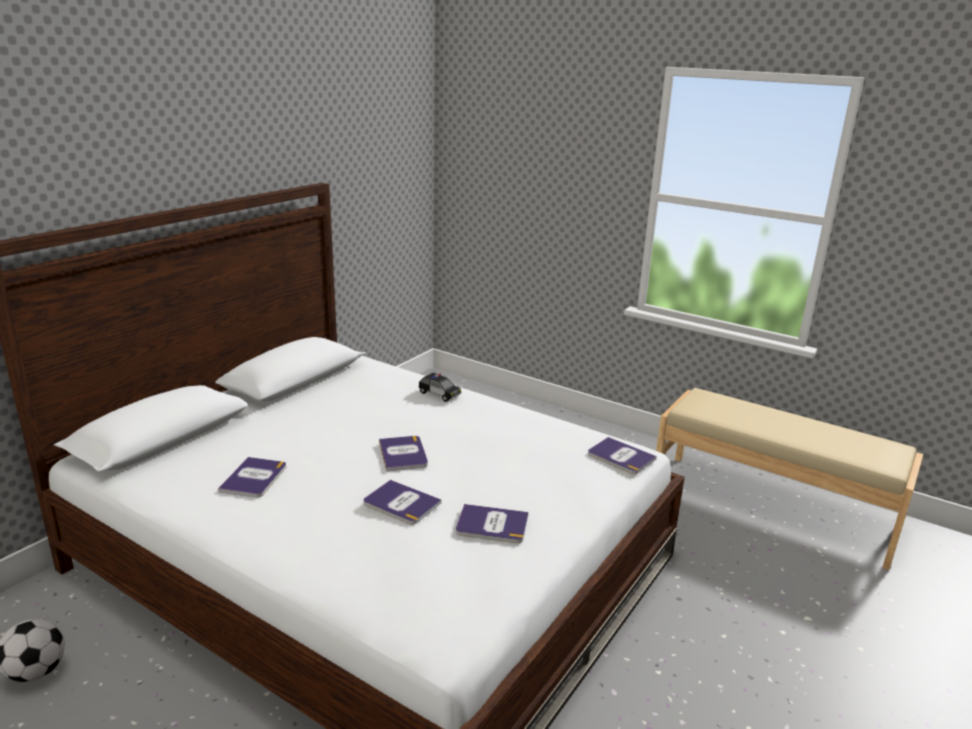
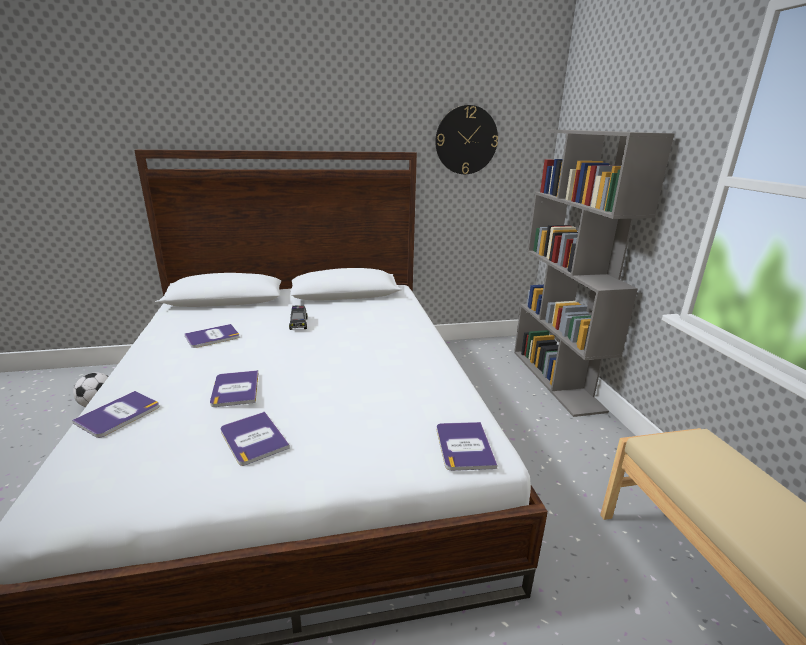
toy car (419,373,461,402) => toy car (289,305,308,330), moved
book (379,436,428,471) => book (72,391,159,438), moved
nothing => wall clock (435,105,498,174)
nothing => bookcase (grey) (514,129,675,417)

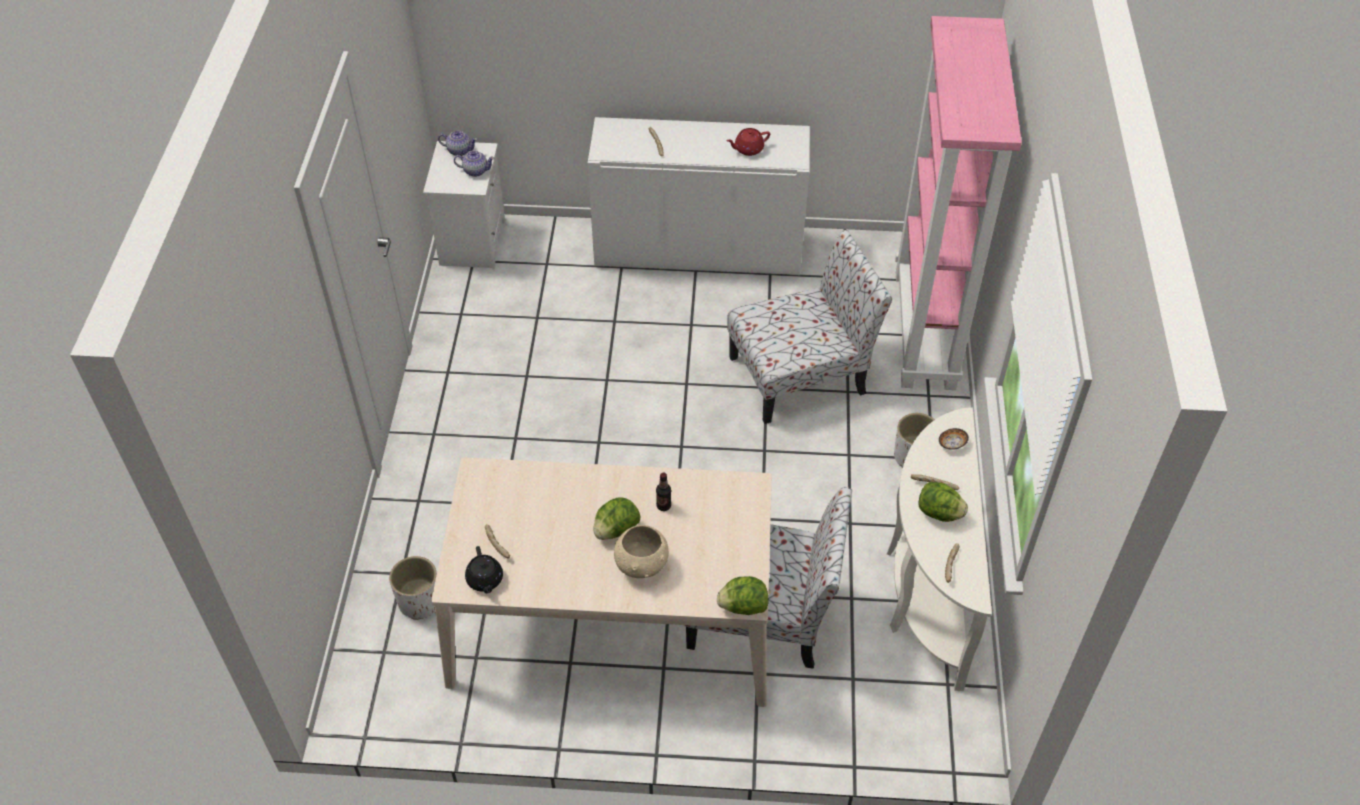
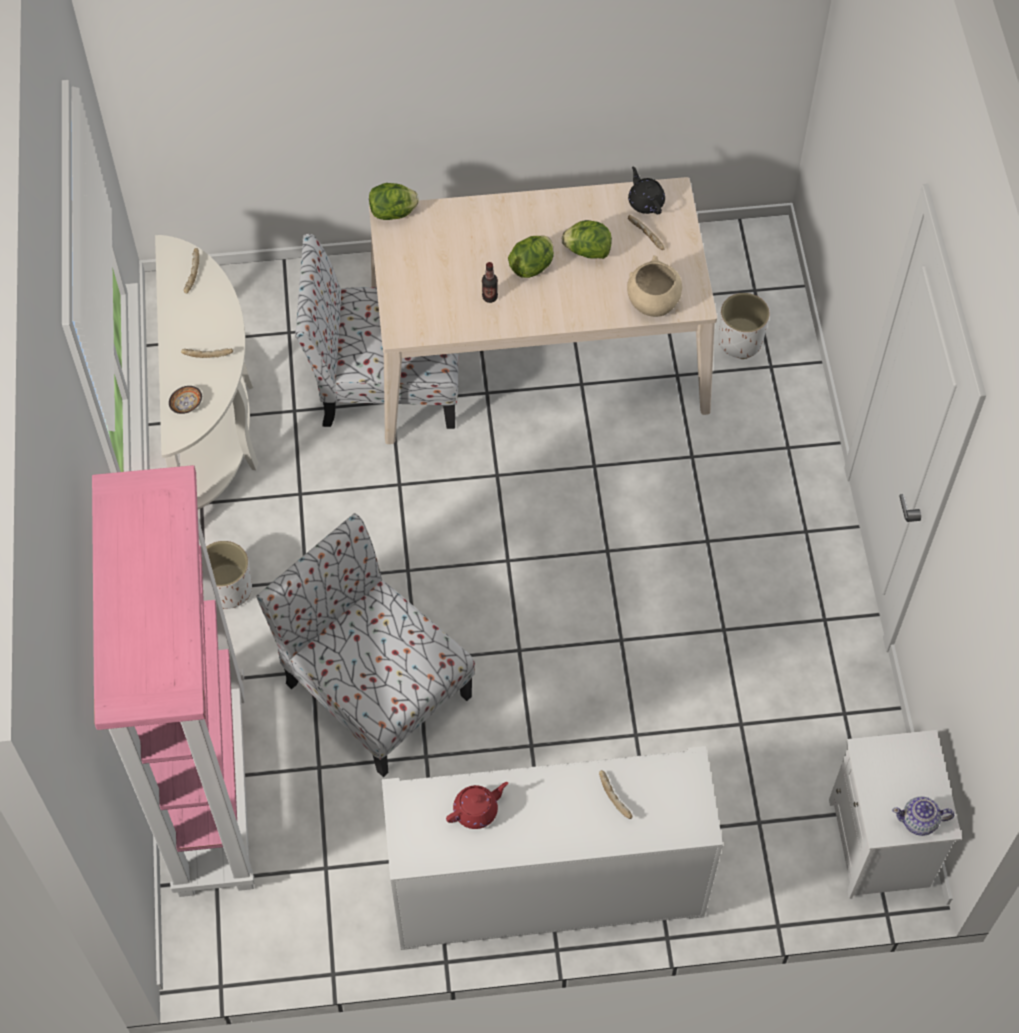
teapot (454,151,495,177) => nothing
chair (727,230,892,424) => chair (256,513,475,777), 75 degrees clockwise
lettuce (918,482,968,522) => lettuce (562,220,612,259), moved
bowl (beige) (614,525,669,578) => bowl (beige) (627,255,682,317), moved

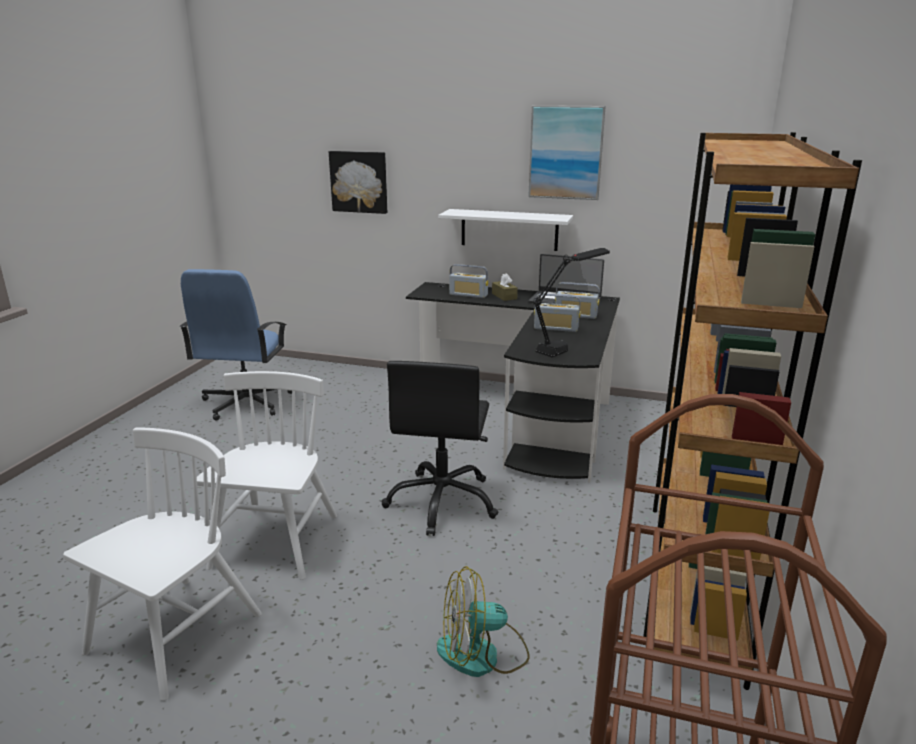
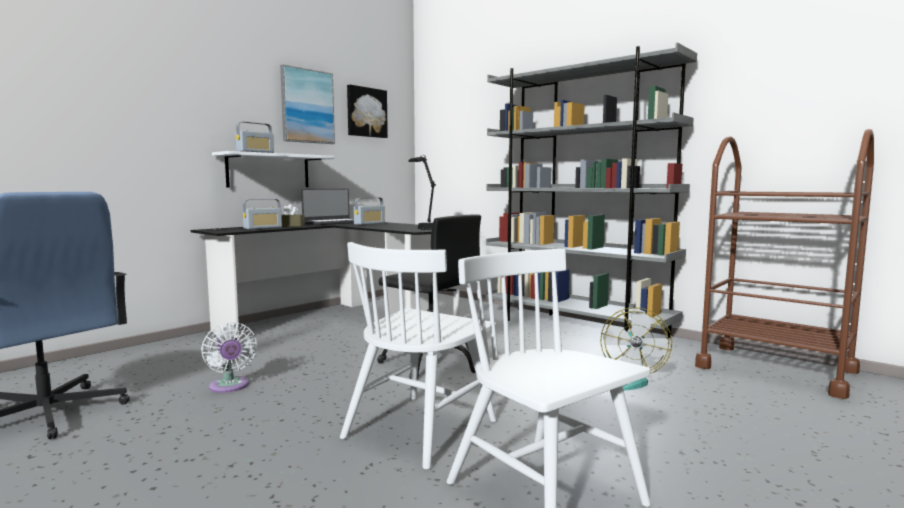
bookcase (brown) (643,132,862,690) => bookcase (grey) (486,43,697,338)
picture (329,151,387,214) => picture (347,85,388,138), moved
radio (534,293,581,332) => radio (235,122,274,153), moved
chair (white) (197,371,337,580) => chair (white) (340,242,497,470), 90 degrees counterclockwise
nothing => fan (white) (201,322,257,393)

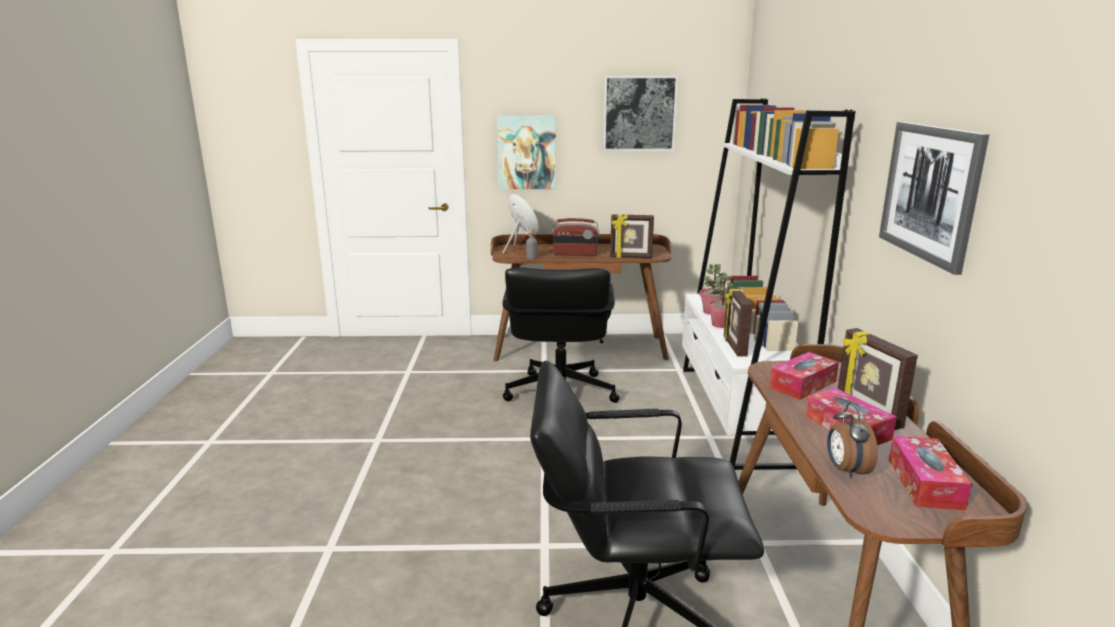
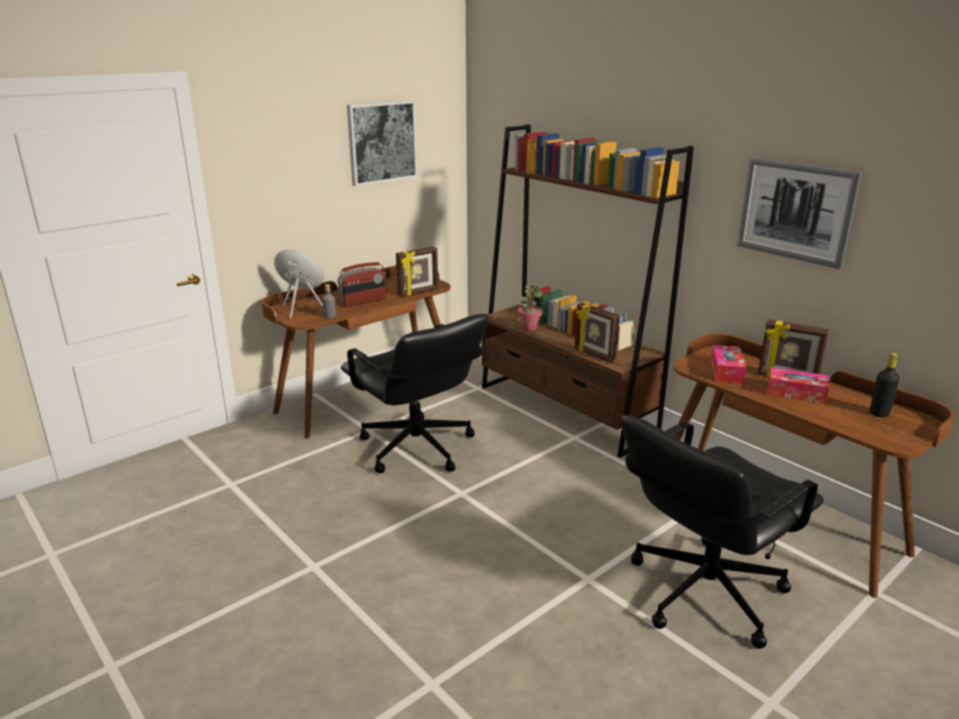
bookcase (white) (682,99,856,470) => bookcase (brown) (482,124,694,458)
picture (497,115,556,189) => nothing
potted plant (708,274,733,328) => nothing
alarm clock (827,403,878,478) => nothing
tissue box (889,436,972,511) => bottle (black) (870,353,900,417)

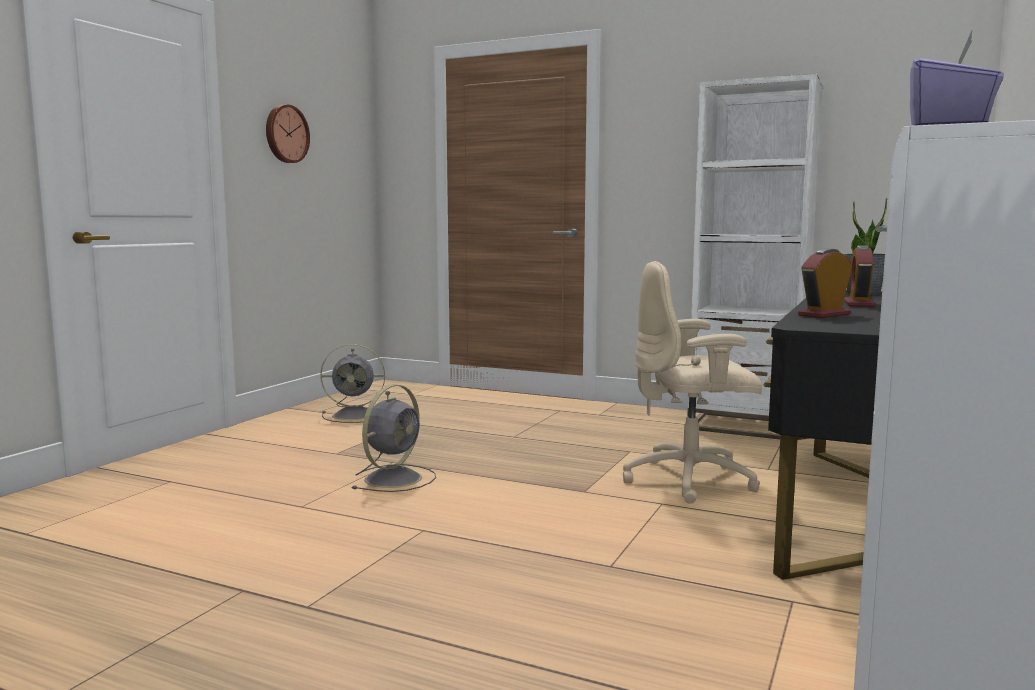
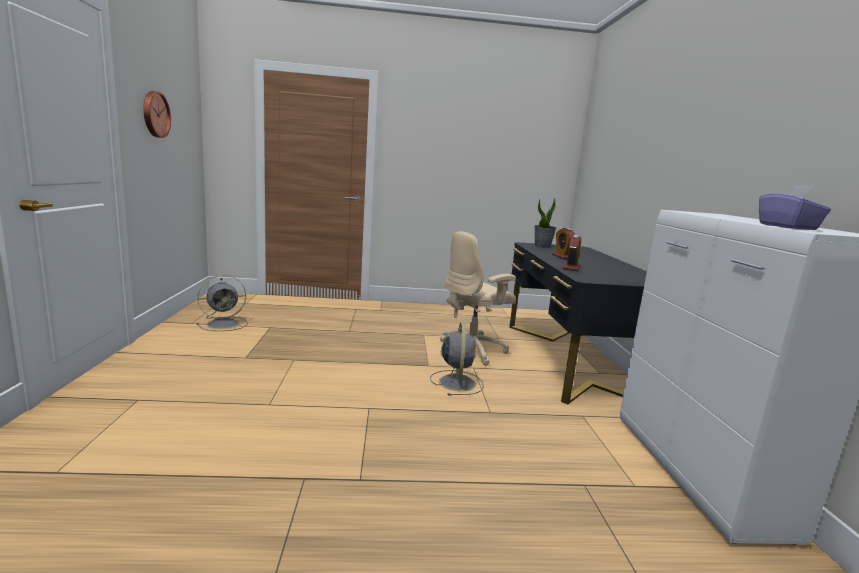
bookcase (white) (687,74,823,439) => nothing
fan (grey) (351,385,436,492) => fan (grey) (430,322,484,396), moved

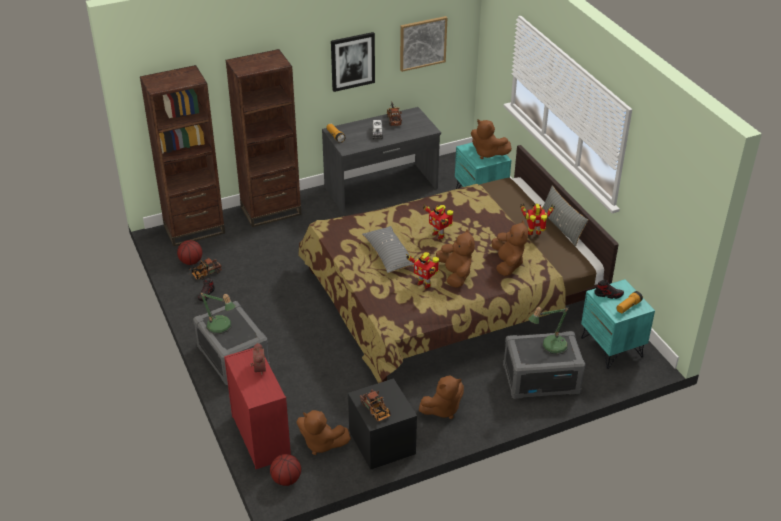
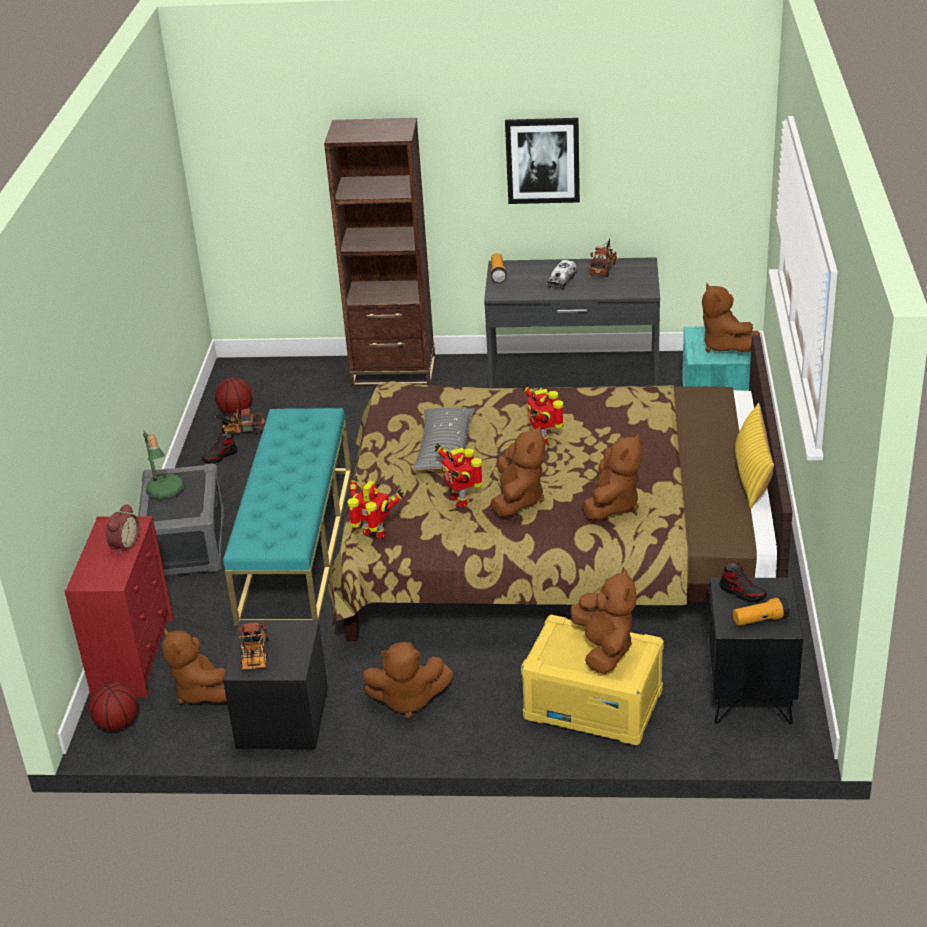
picture (400,16,447,72) => nothing
bookcase (brown) (140,65,225,247) => nothing
pillow (grey) (543,186,588,247) => pillow (yellow) (735,403,774,509)
toy robot (520,203,555,235) => toy robot (347,476,404,539), moved
nightstand (turquoise) (581,279,655,369) => nightstand (black) (707,578,803,724)
table lamp (528,307,569,355) => plush toy (brown) (570,567,636,674)
storage box (grey) (503,331,585,399) => storage box (yellow) (521,615,664,746)
nothing => bench (turquoise) (223,408,351,626)

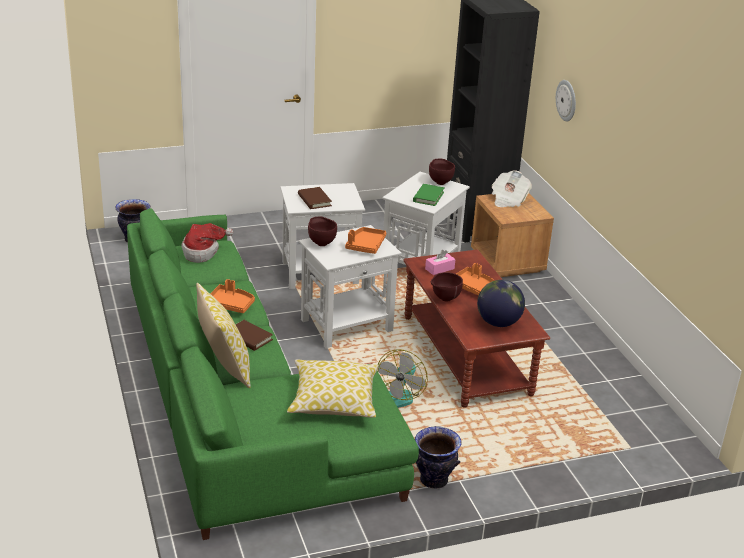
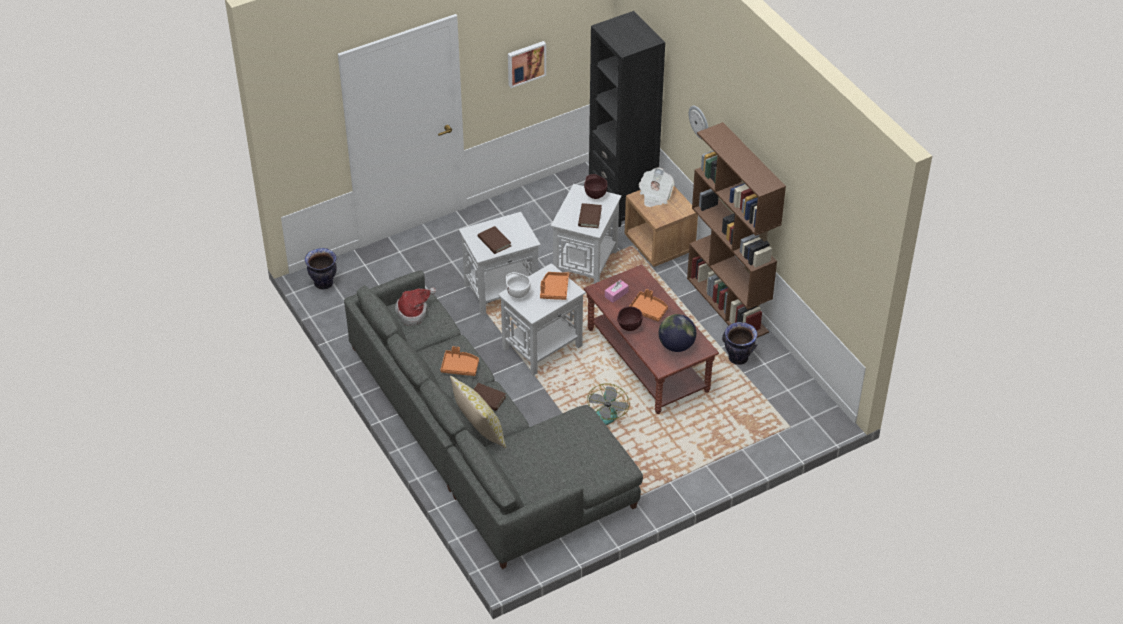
book (green) (413,184,444,206) => book (brown) (578,203,602,228)
sofa (green) (127,208,419,540) => sofa (grey) (344,270,643,569)
bowl (brown) (308,217,337,246) => bowl (white) (506,272,531,298)
pillow (287,359,378,418) => nothing
vase (415,426,462,489) => vase (722,322,758,365), moved
nothing => picture (508,41,546,88)
nothing => bookcase (brown) (687,122,786,338)

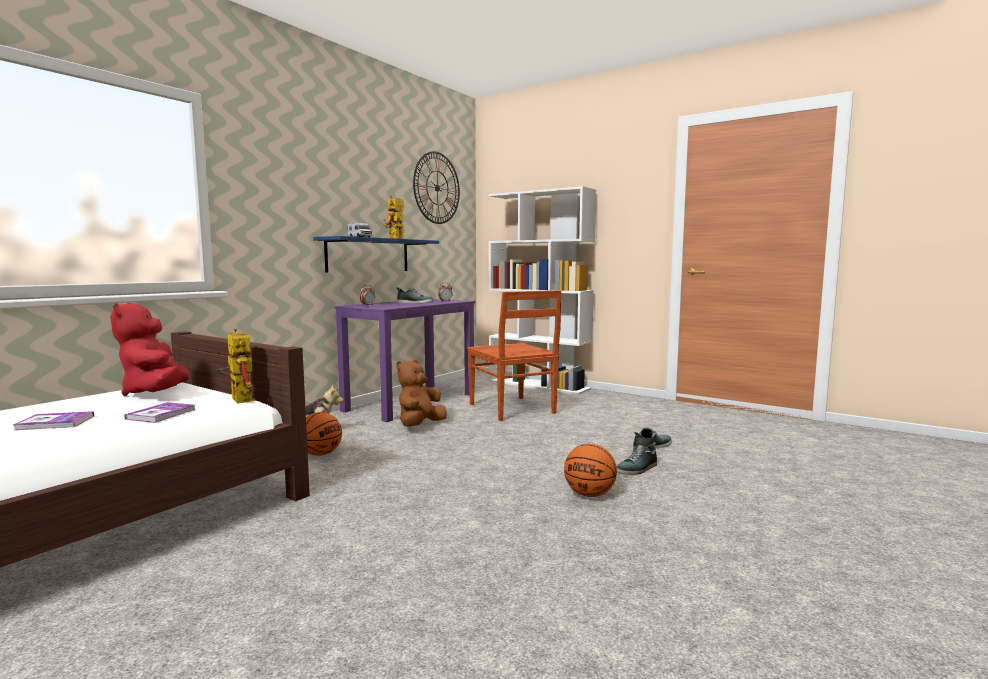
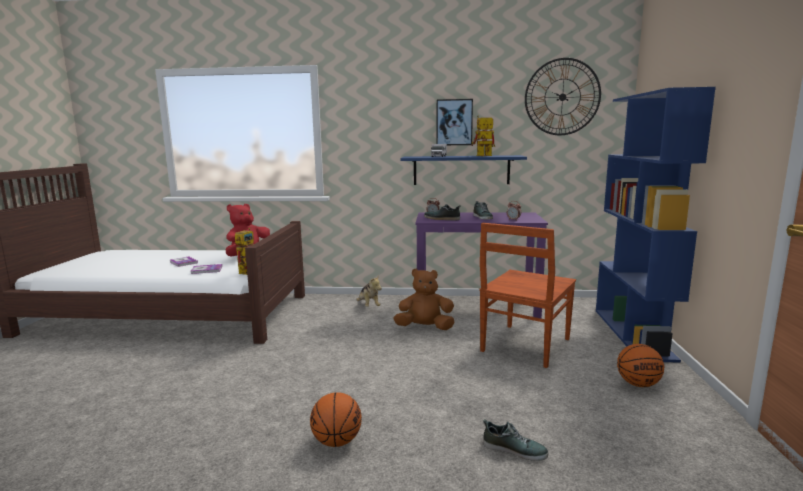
bookcase (white) (489,186,596,395) => bookcase (blue) (596,87,716,363)
basketball (306,412,342,456) => basketball (617,344,664,387), moved
shoe (617,442,657,475) => shoe (424,204,461,220), moved
nothing => picture (437,99,473,145)

